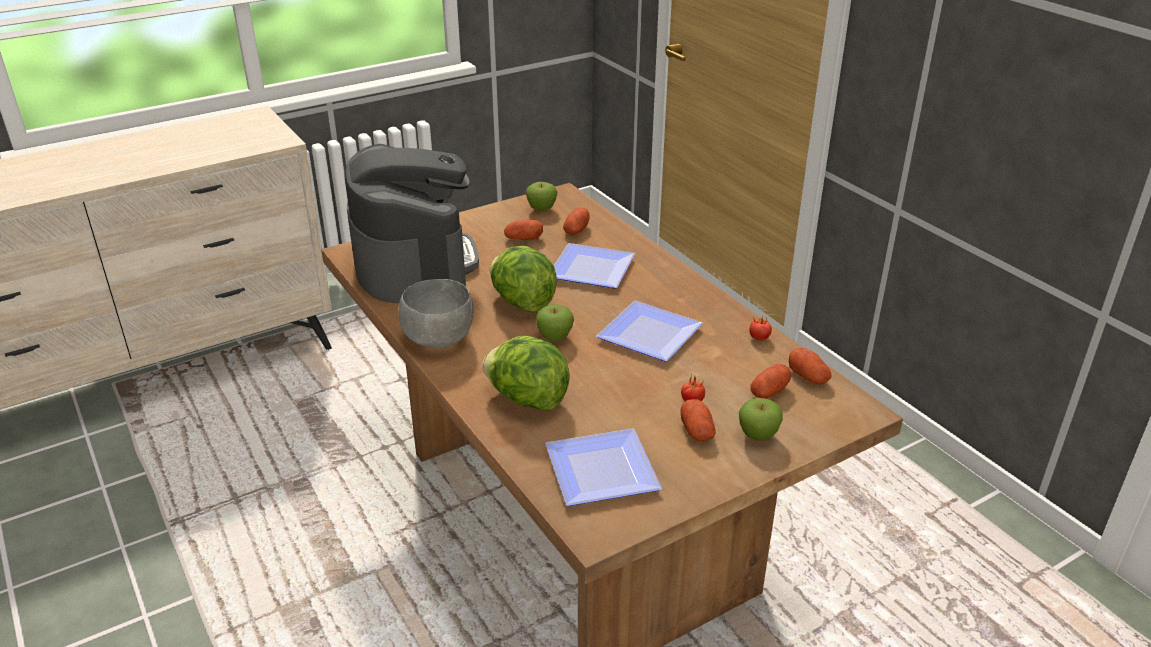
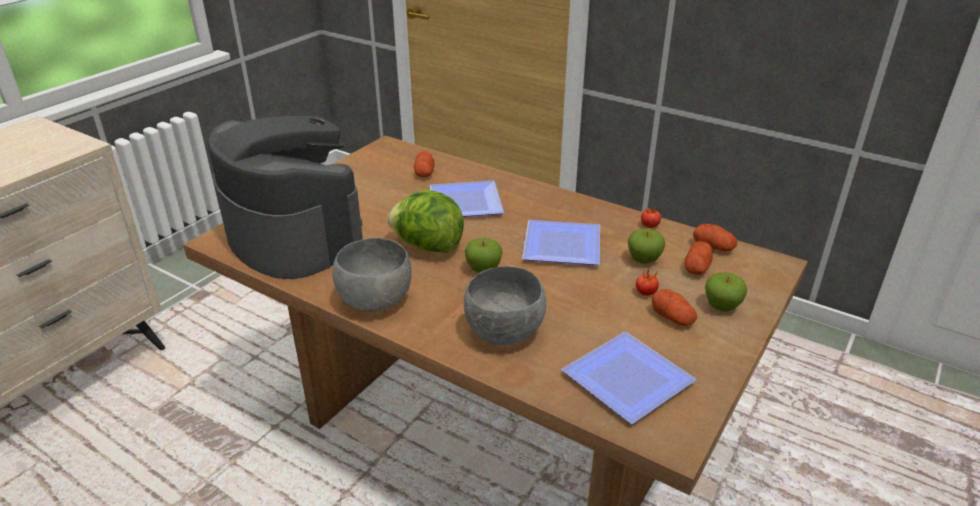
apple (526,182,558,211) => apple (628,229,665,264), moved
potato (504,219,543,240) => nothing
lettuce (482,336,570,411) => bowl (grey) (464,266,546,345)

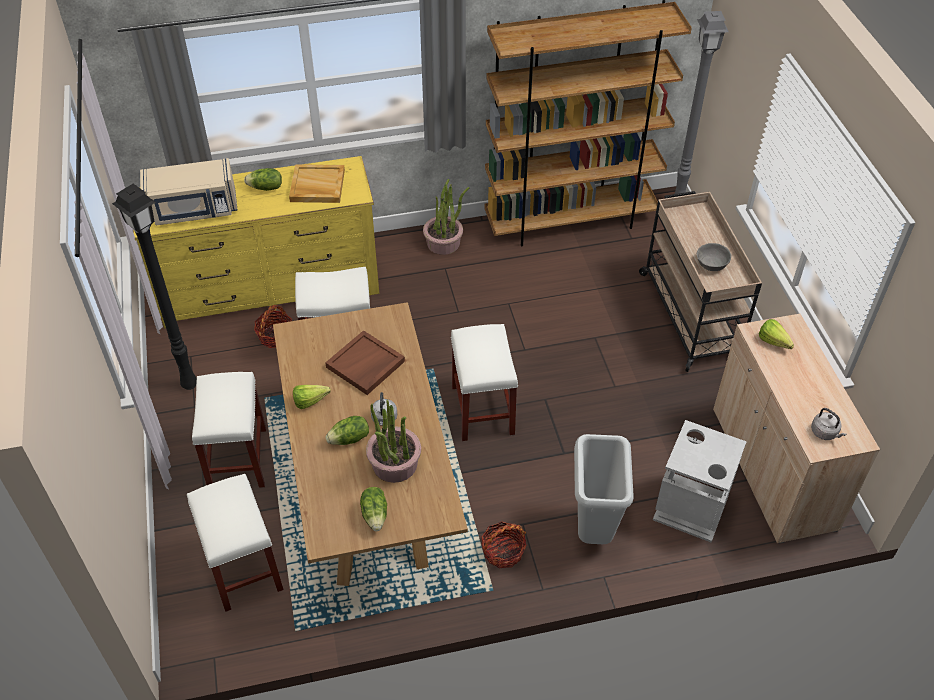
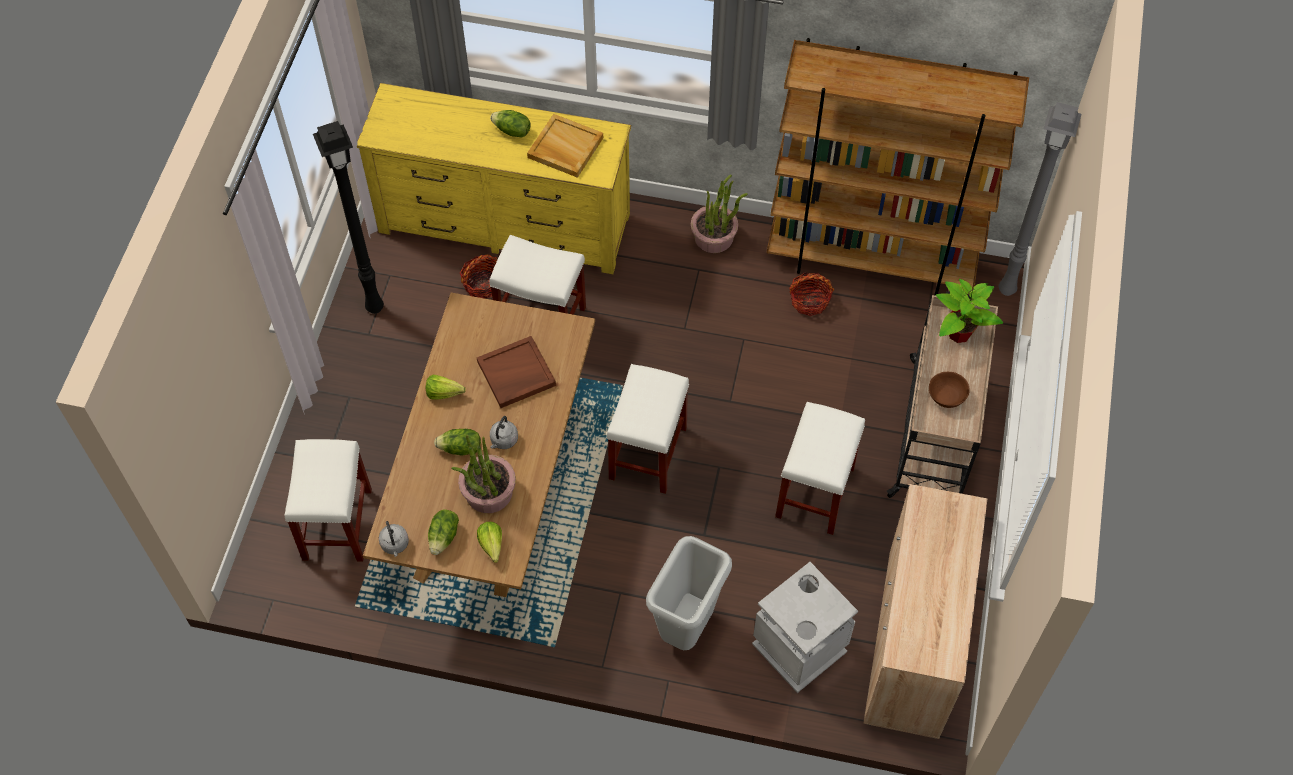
microwave (beige) (140,158,237,225) => nothing
bowl (grey) (697,243,731,271) => bowl (brown) (929,372,970,408)
lettuce (759,319,794,349) => lettuce (477,522,502,563), moved
stool (white) (192,372,266,488) => stool (white) (775,402,865,535), moved
kettle (grey) (811,408,846,440) => kettle (grey) (379,521,409,557), moved
basket (481,521,527,568) => basket (789,272,834,316), moved
nothing => potted plant (936,279,1003,343)

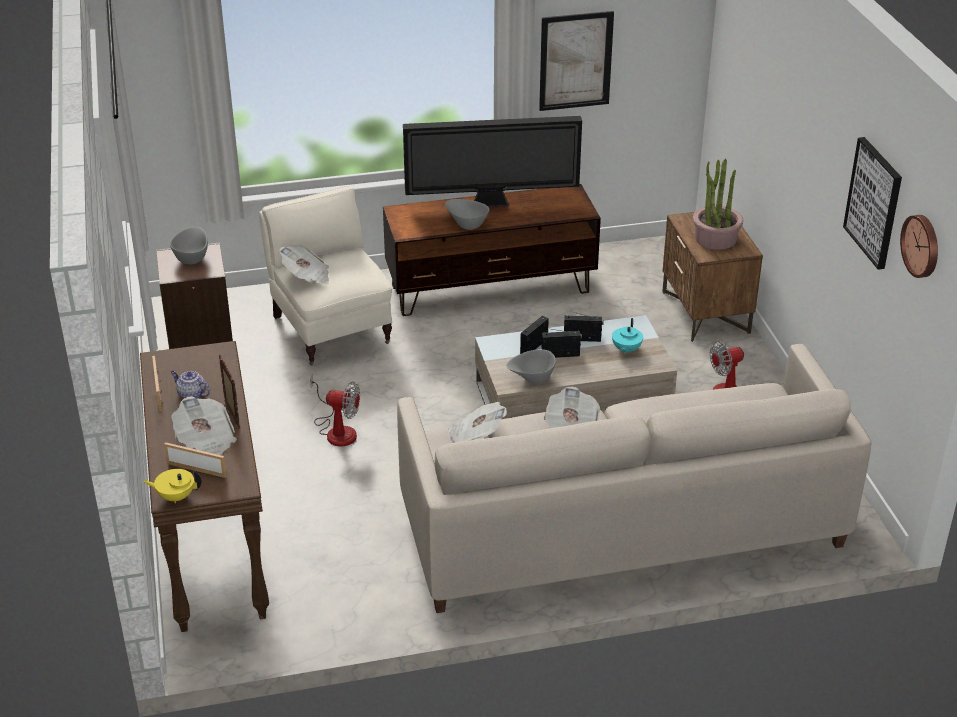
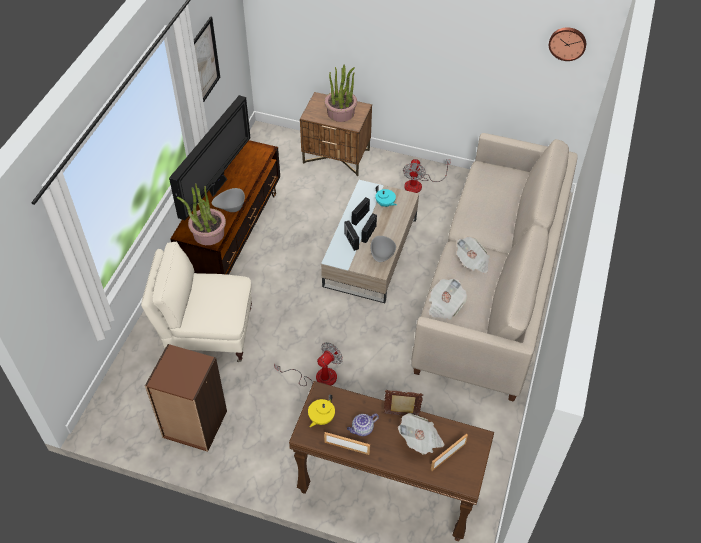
picture (843,137,902,270) => nothing
bowl (grey) (170,227,208,264) => nothing
newspaper (279,245,329,284) => nothing
teapot (yellow) (143,469,202,503) => teapot (yellow) (308,395,335,427), moved
nothing => potted plant (177,183,226,245)

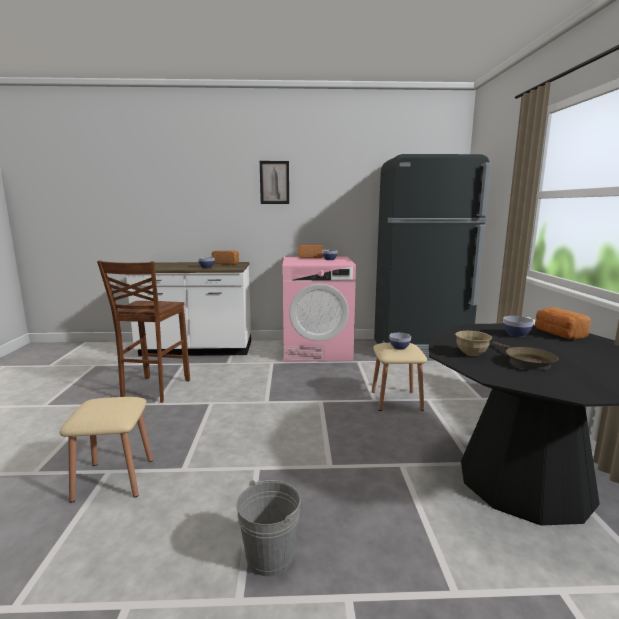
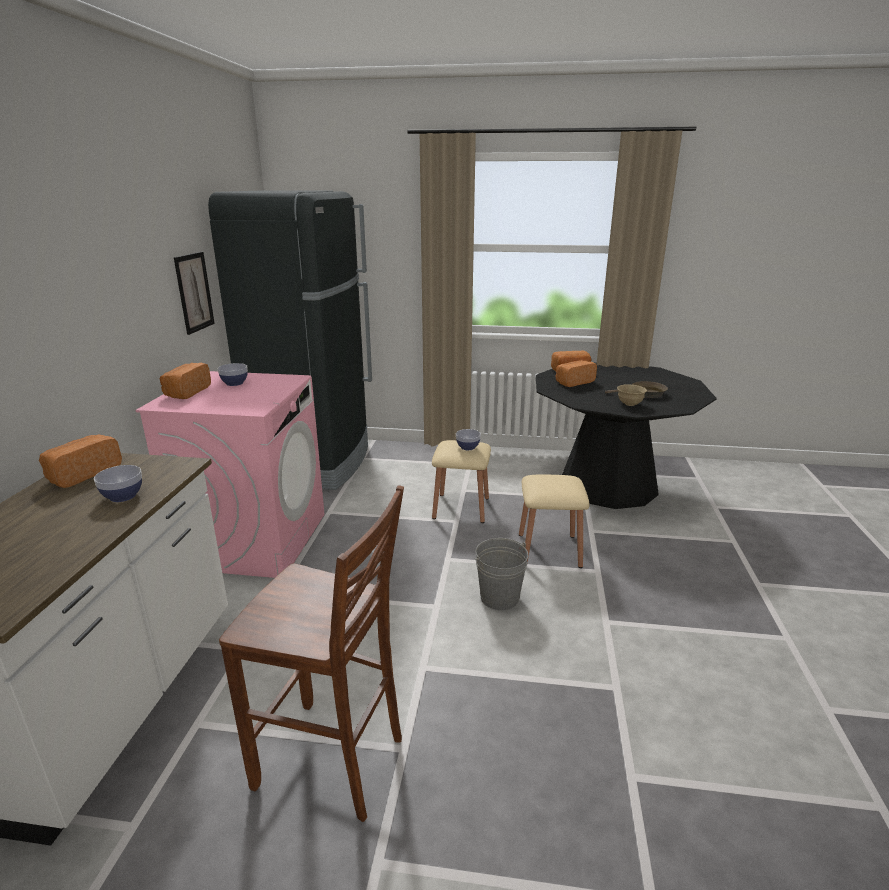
picture (260,161,289,204) => picture (174,252,215,335), moved
bowl (503,316,534,337) => bread (555,360,597,387)
stool (beige) (60,397,153,503) => stool (beige) (519,475,590,568), moved
bucket (grey) (236,480,301,576) => bucket (grey) (474,538,528,610), moved

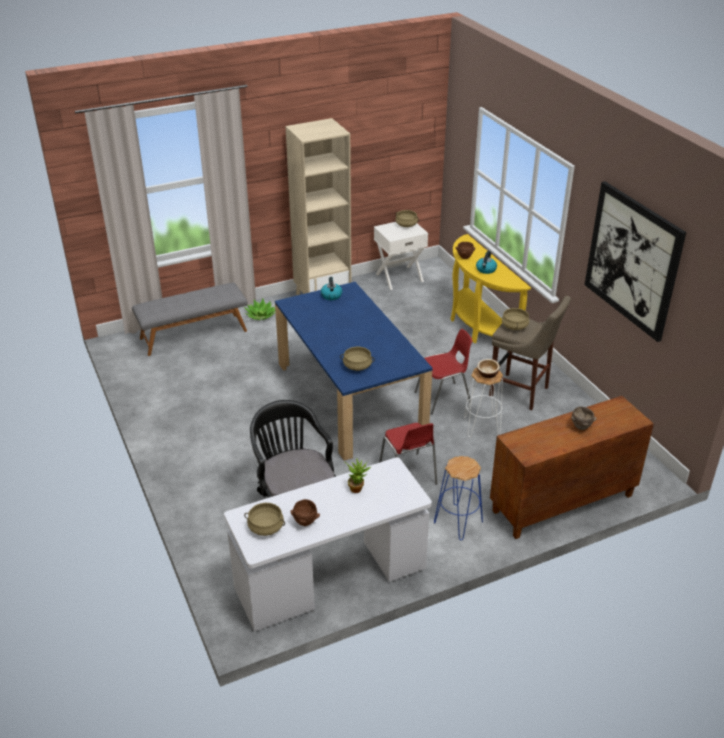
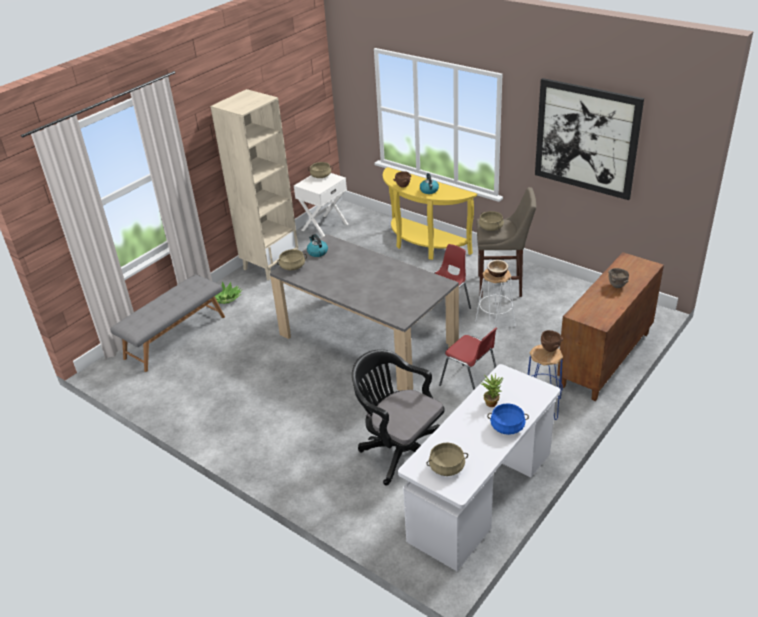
dining table (blue) (275,282,433,461) => dining table (grey) (270,234,459,391)
cooking pot (beige) (340,347,374,371) => cooking pot (beige) (277,249,307,270), moved
bowl (brown) (291,499,320,526) => bowl (brown) (541,330,563,352), moved
nothing => cooking pot (blue) (487,403,529,435)

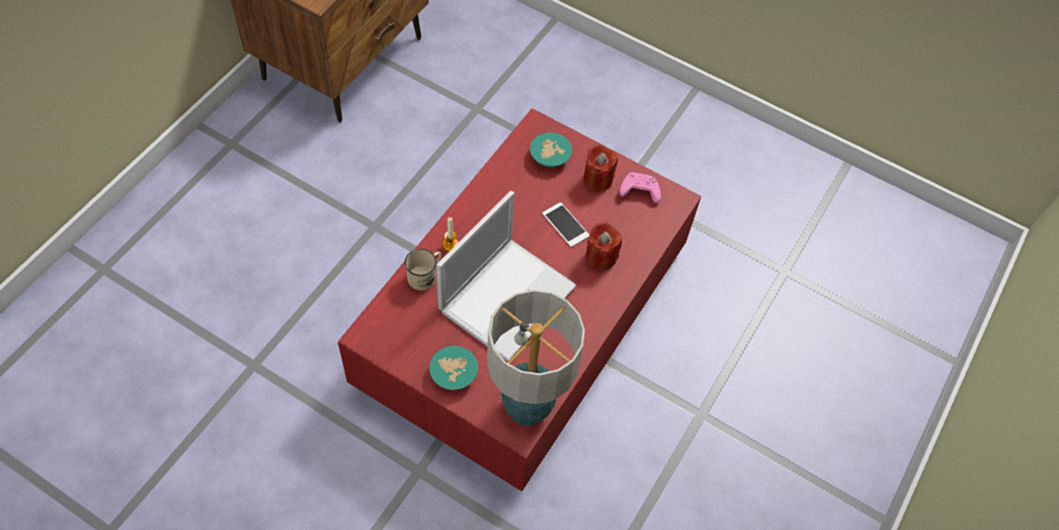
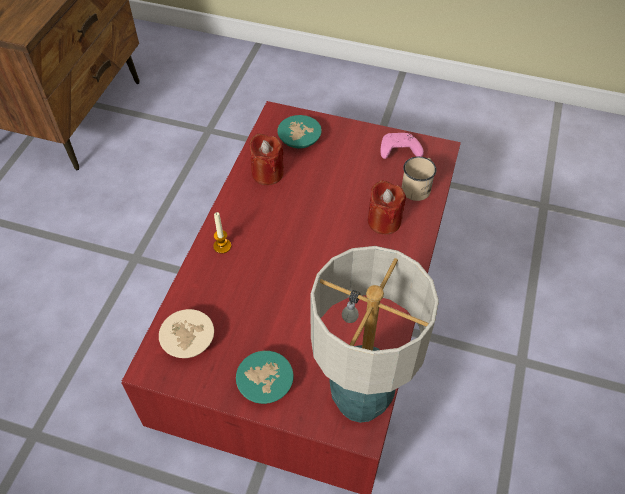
candle (red) (583,144,618,192) => candle (red) (249,133,284,185), moved
laptop (436,191,576,361) => nothing
phone (542,202,590,247) => nothing
mug (beige) (404,249,442,290) => mug (beige) (402,157,436,201), moved
nothing => bowl (beige) (159,309,214,358)

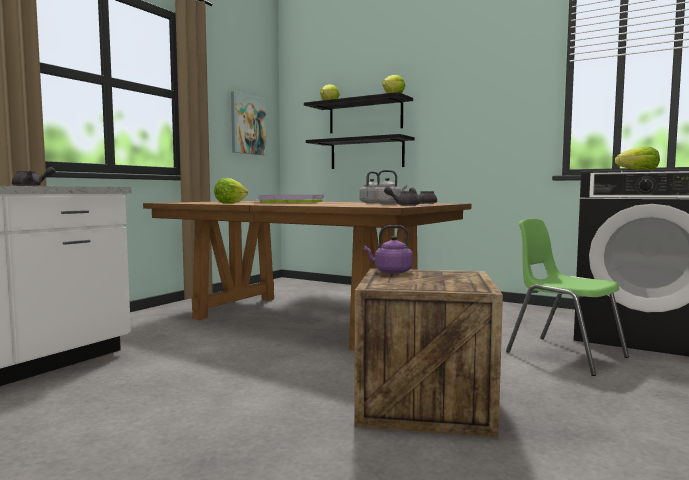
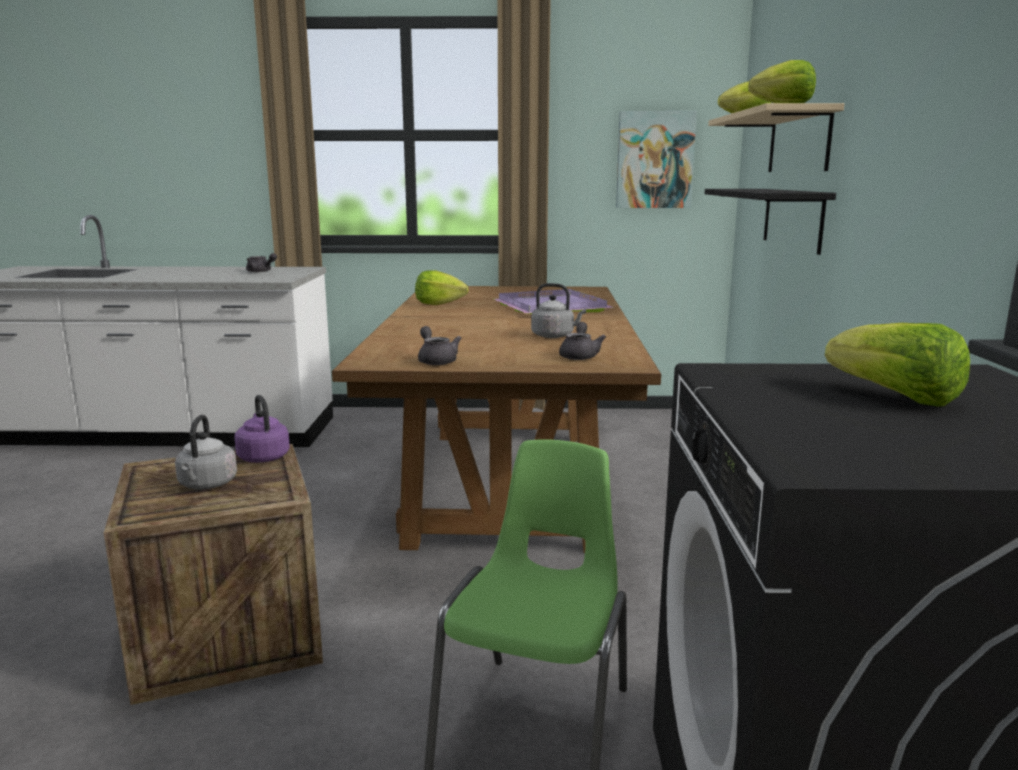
shelf (black) (304,92,413,133) => shelf (beige) (708,103,844,172)
kettle (grey) (374,170,407,204) => kettle (grey) (175,415,237,490), moved

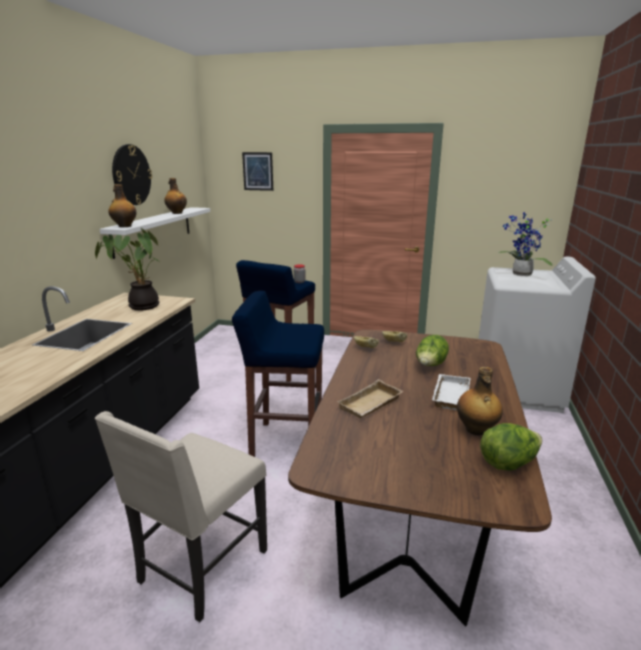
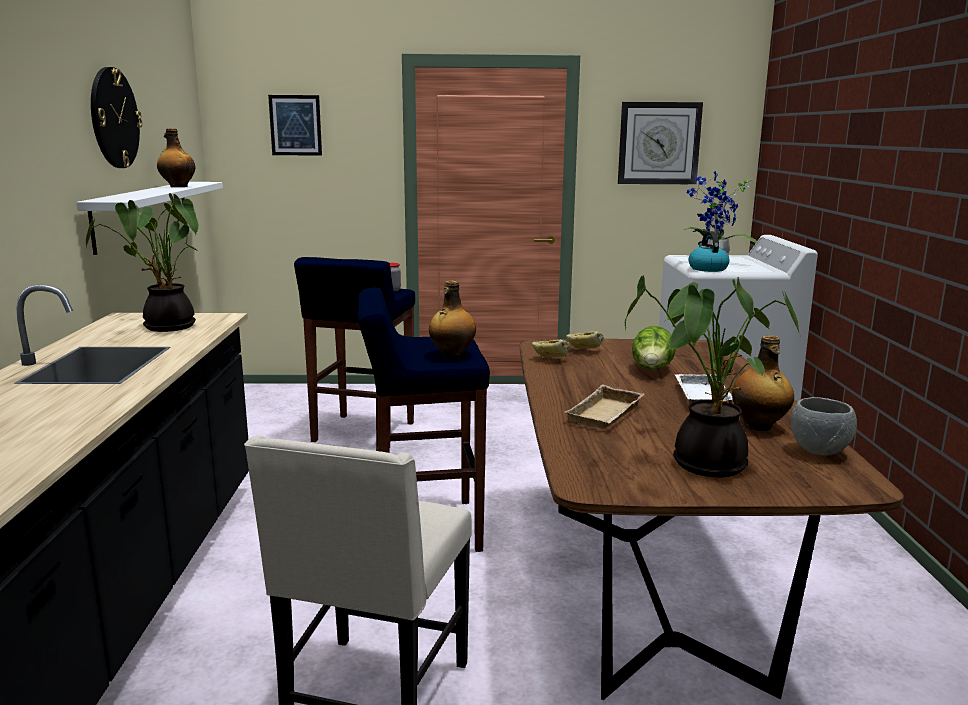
bottle (108,184,136,227) => bottle (429,280,476,358), moved
lettuce (480,423,542,471) => bowl (grey) (791,397,857,456)
nothing => wall clock (618,102,703,184)
nothing => kettle (689,231,730,272)
nothing => potted plant (625,275,800,477)

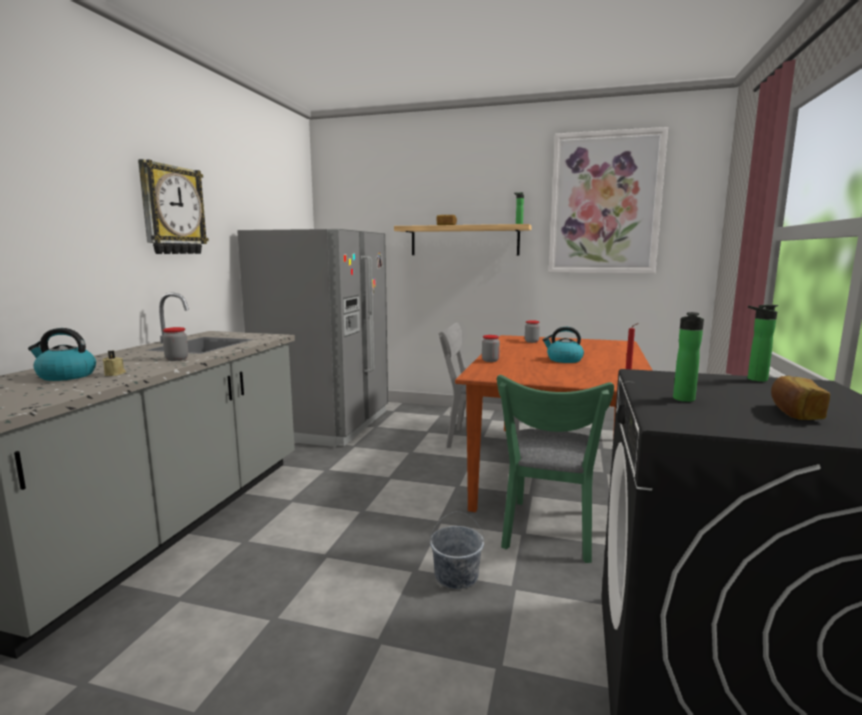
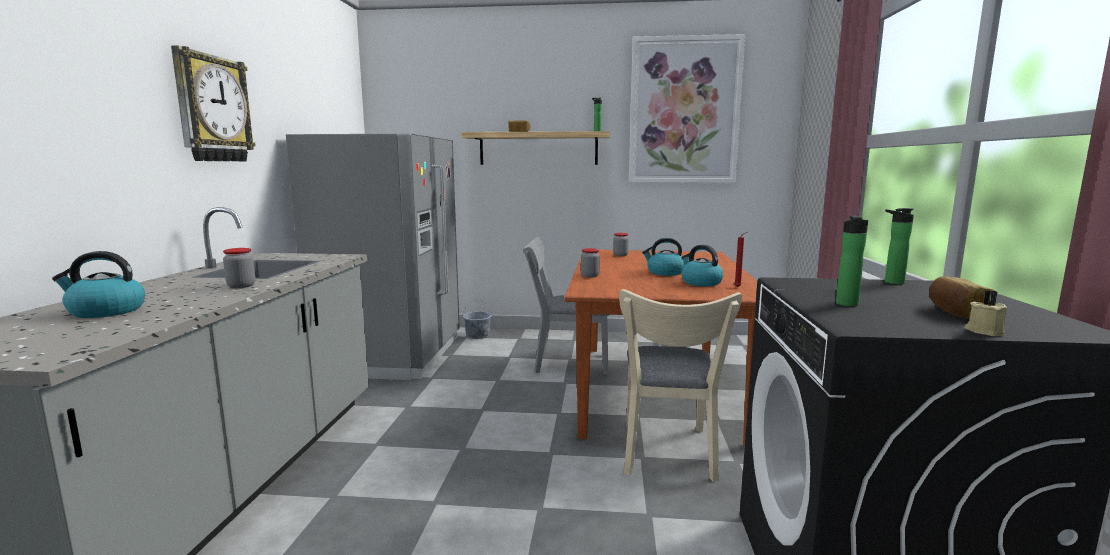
candle (beige) (102,350,126,376) => candle (beige) (965,290,1007,336), moved
chair (green) (497,375,614,563) => chair (beige) (619,289,742,482)
bucket (grey) (430,511,484,589) => bucket (grey) (463,299,492,339), moved
nothing => kettle (681,245,723,286)

